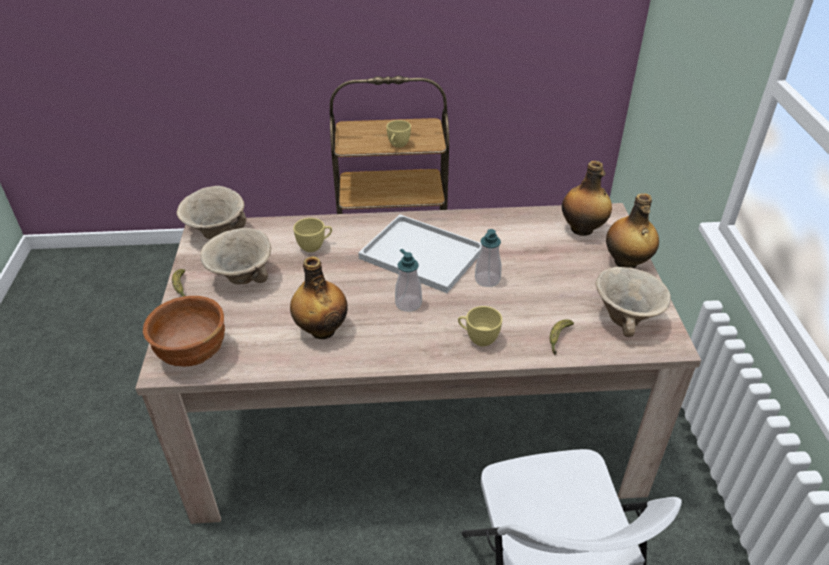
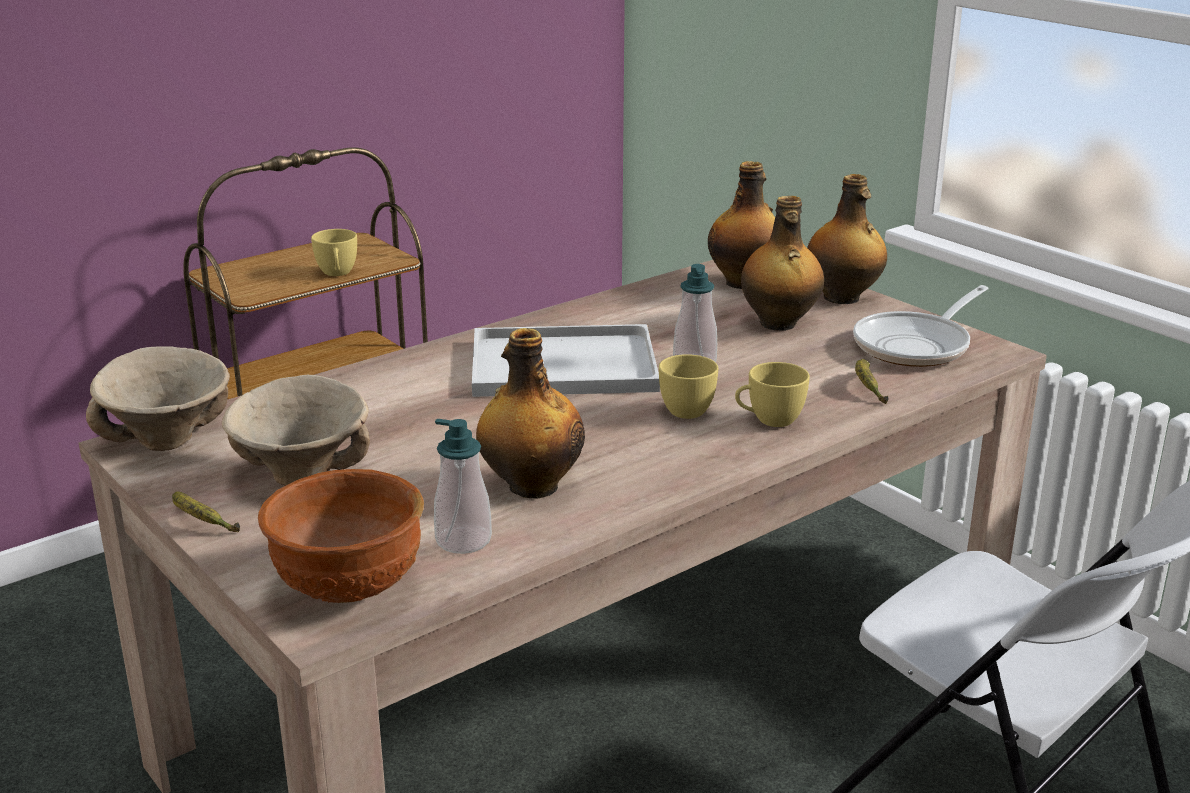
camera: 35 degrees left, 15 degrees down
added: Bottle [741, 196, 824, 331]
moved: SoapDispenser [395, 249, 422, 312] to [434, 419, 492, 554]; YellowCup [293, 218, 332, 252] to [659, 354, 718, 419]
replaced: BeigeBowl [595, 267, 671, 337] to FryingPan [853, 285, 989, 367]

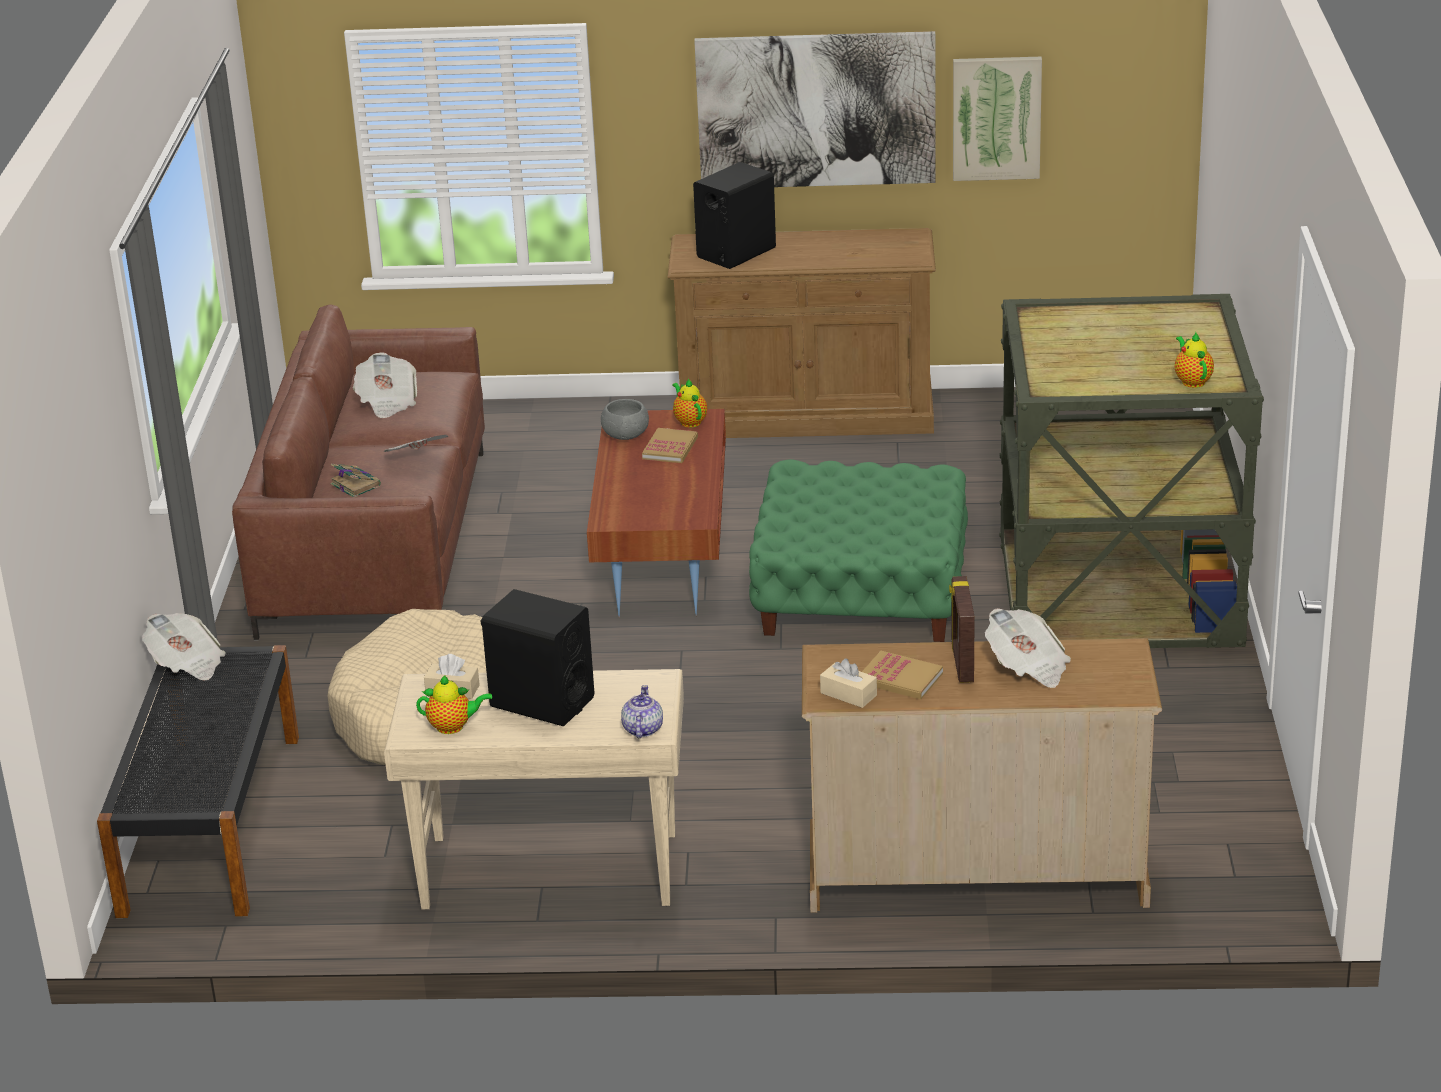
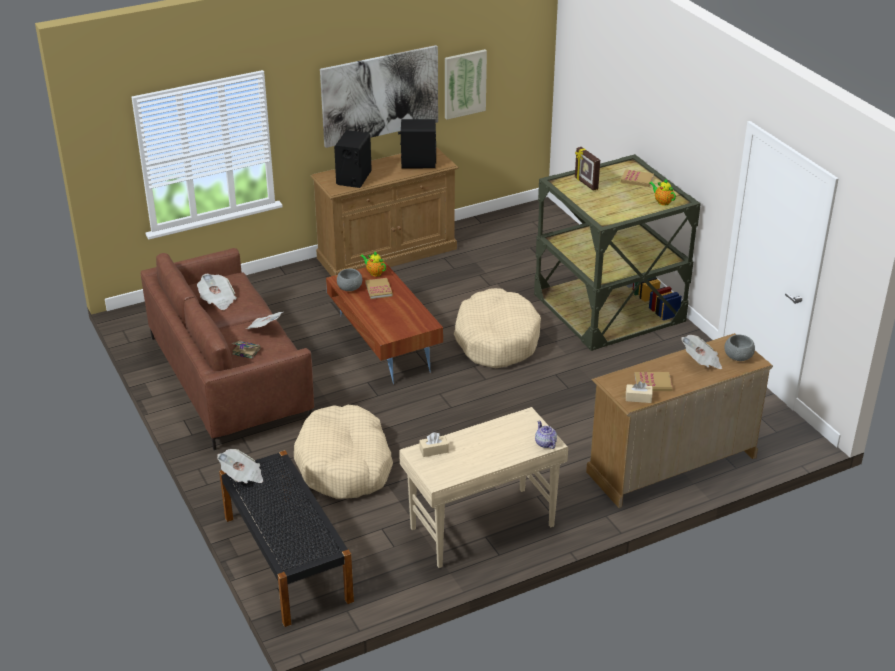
camera: 30 degrees left, 5 degrees up
removed: Teapot [416, 675, 492, 734]
added: Book [621, 169, 654, 187]; GreyBowl [724, 334, 755, 361]
moved: BlackSpeaker [480, 589, 594, 726] to [398, 119, 436, 168]; PictureFrame [949, 576, 975, 683] to [575, 147, 600, 191]
replaced: GreenOttoman [749, 459, 968, 642] to BeigeDogBed [454, 288, 541, 368]

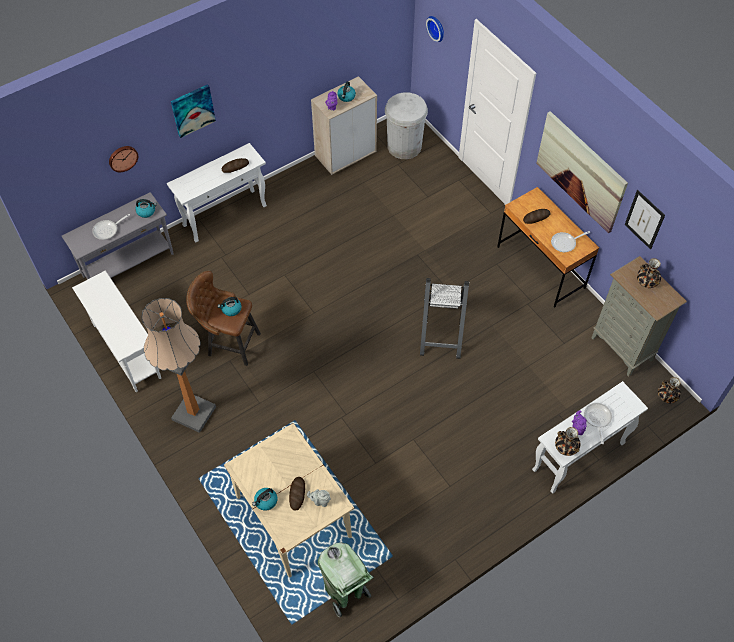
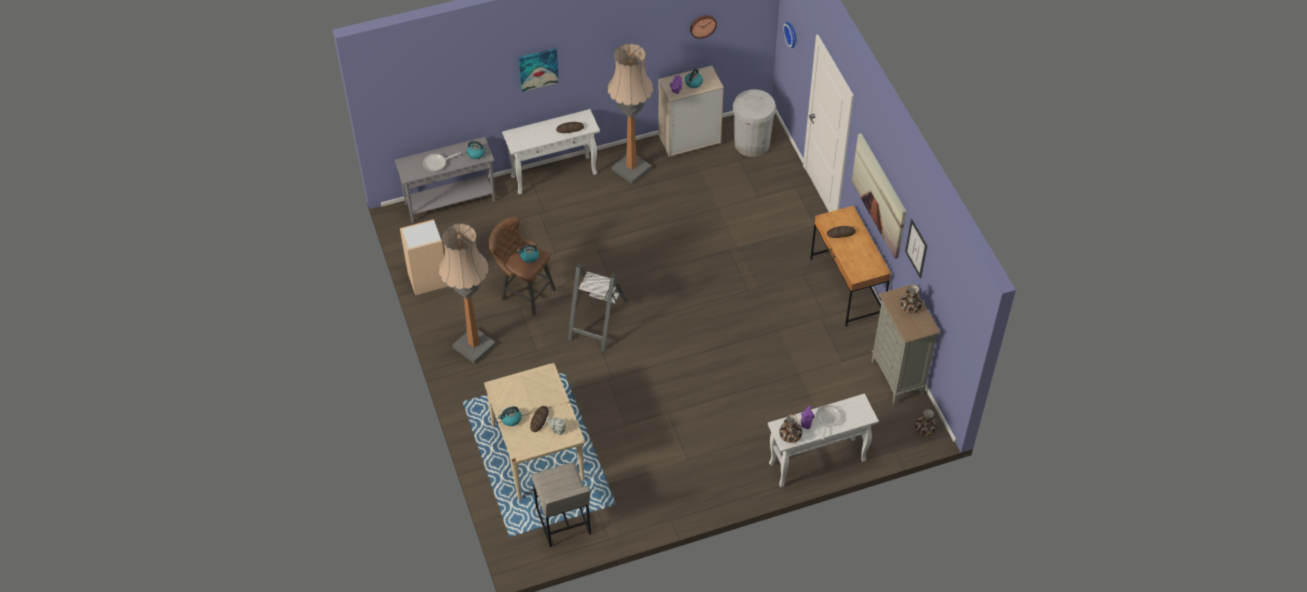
camera: 15 degrees right, 5 degrees down
removed: FryingPan [551, 231, 590, 252]
added: FloorLamp [608, 43, 654, 184]
moved: GreyStepLadder [420, 278, 469, 359] to [568, 263, 628, 351]; WallClock [109, 146, 138, 172] to [690, 15, 717, 39]
replaced: WhiteConsoleTable [72, 270, 161, 392] to Bookcase [400, 219, 448, 295]; GreenTrashCan [318, 542, 374, 617] to GreyChair [532, 463, 591, 547]

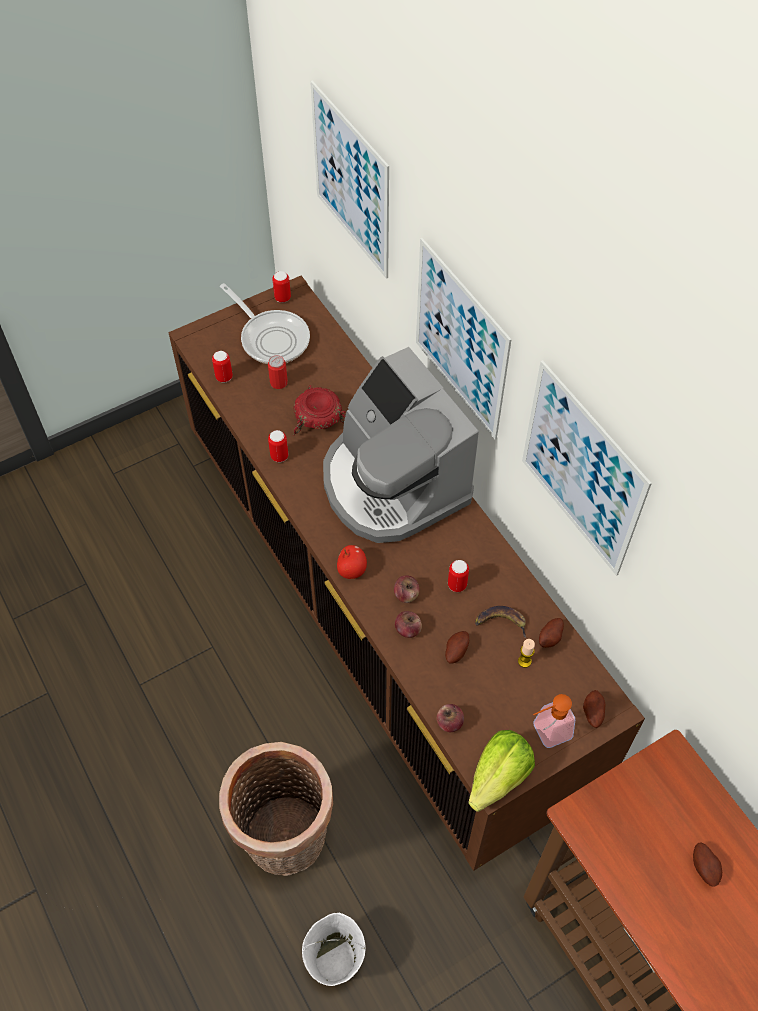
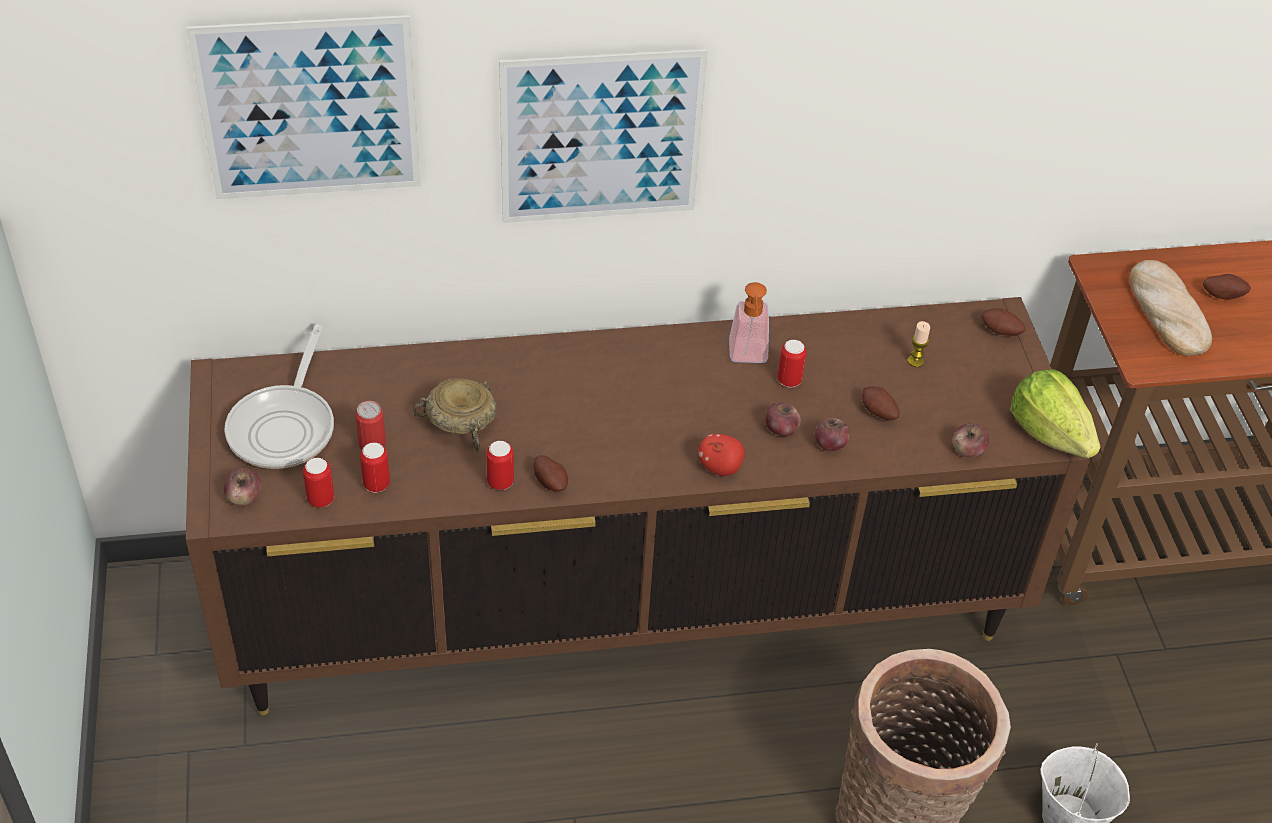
camera: 70 degrees left, 10 degrees down
removed: CoffeeMachine [323, 347, 479, 543]; Banana [475, 606, 526, 638]; Picture [522, 360, 652, 576]
added: Apple [224, 468, 261, 505]; Bread [1130, 260, 1212, 356]
moved: Can [272, 271, 291, 303] to [360, 442, 390, 493]; Potato [539, 618, 564, 648] to [534, 455, 568, 492]; SoapDispenser [533, 694, 575, 748] to [729, 282, 769, 363]
recoloured: RedBowl [293, 385, 346, 436] to BeigeBowl [413, 378, 497, 455]
turned: FryingPan [220, 283, 310, 364] = [225, 325, 334, 469] 120 degrees clockwise

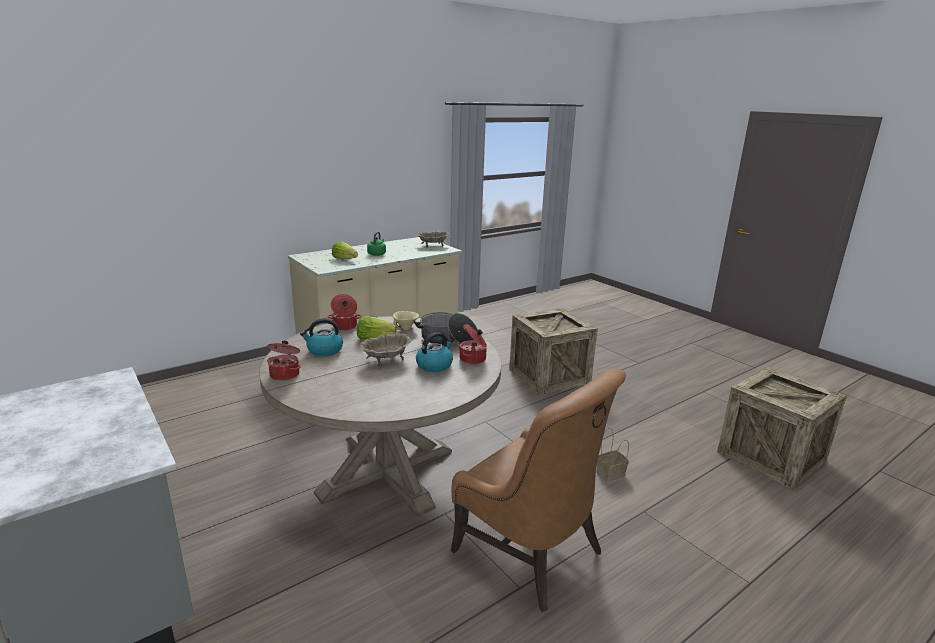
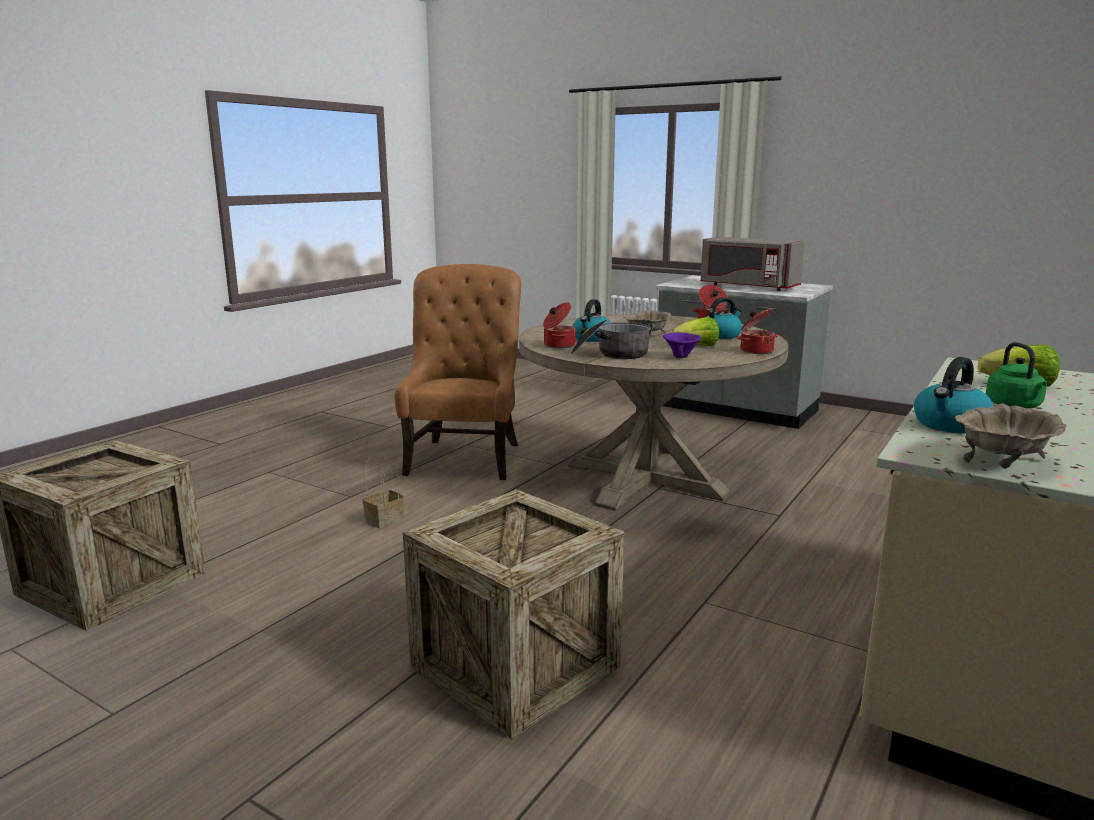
camera: 160 degrees right, 5 degrees down
added: GreyMicrowave [700, 237, 805, 291]; Kettle [914, 357, 994, 434]
recoloured: BeigeBowl [393, 311, 419, 331] to PurpleBowl [663, 332, 701, 358]
turned: BrownChair [451, 368, 626, 612] = [394, 264, 521, 480] 75 degrees clockwise

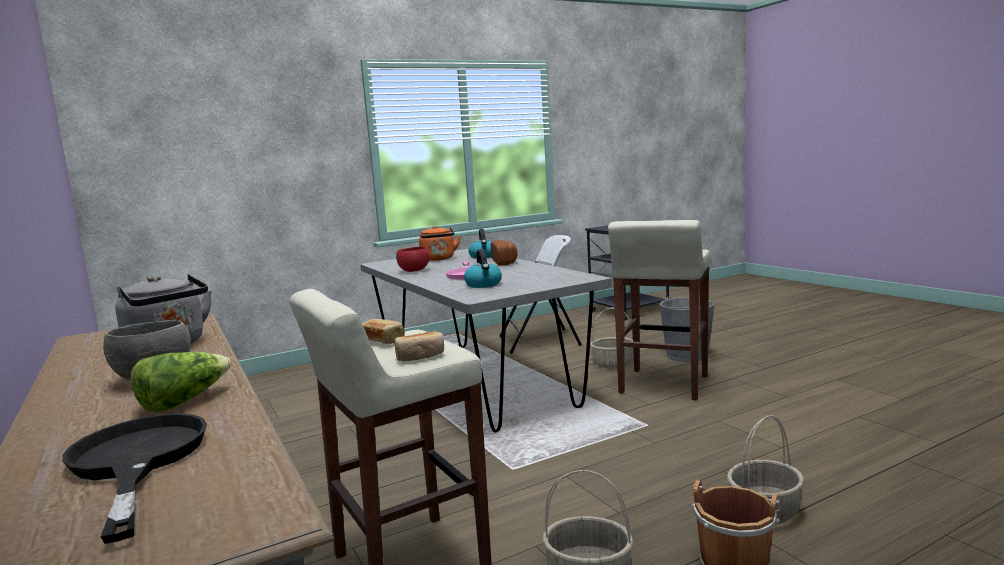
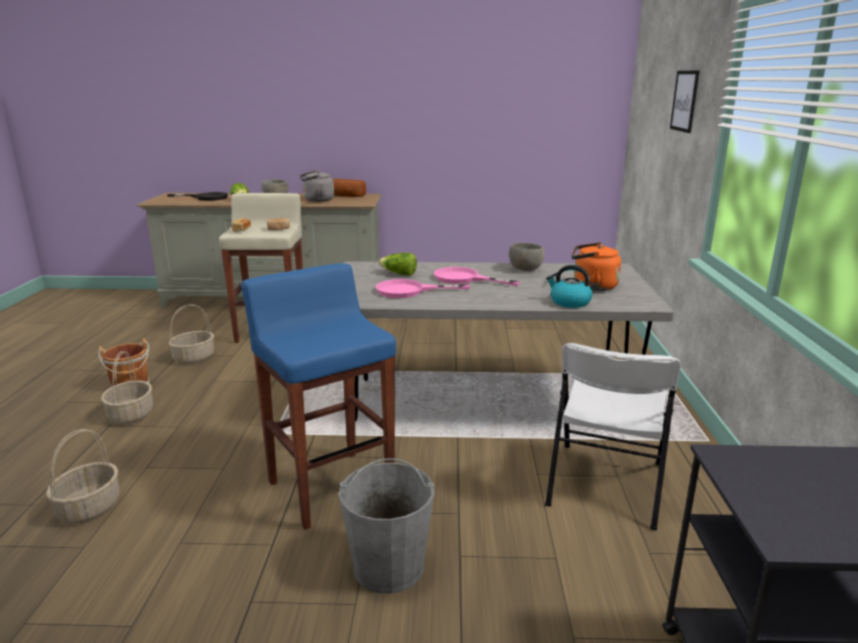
camera: 120 degrees right, 10 degrees up
added: PinkFryingPan [376, 279, 470, 298]; Picture [670, 70, 700, 133]
moved: Basket [590, 307, 634, 368] to [46, 429, 120, 524]; Bread [491, 240, 518, 266] to [333, 179, 366, 197]
replaced: Kettle [464, 249, 502, 288] to Lettuce [378, 253, 417, 276]
recoloured: BeigeStool [608, 220, 711, 400] to BlueStool [241, 263, 396, 530]; RedBowl [396, 247, 430, 272] to GreyBowl [509, 243, 545, 271]

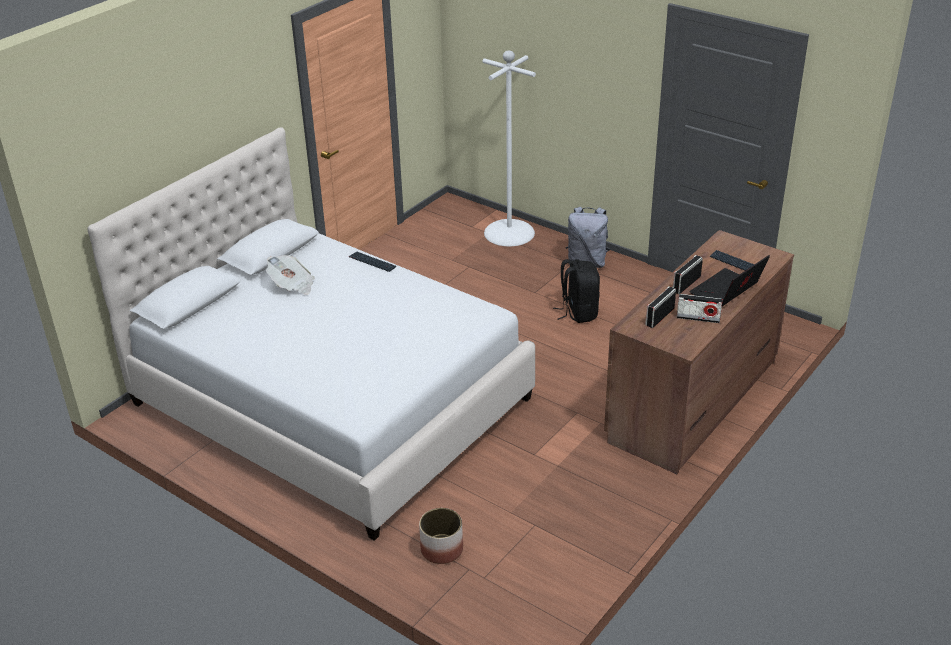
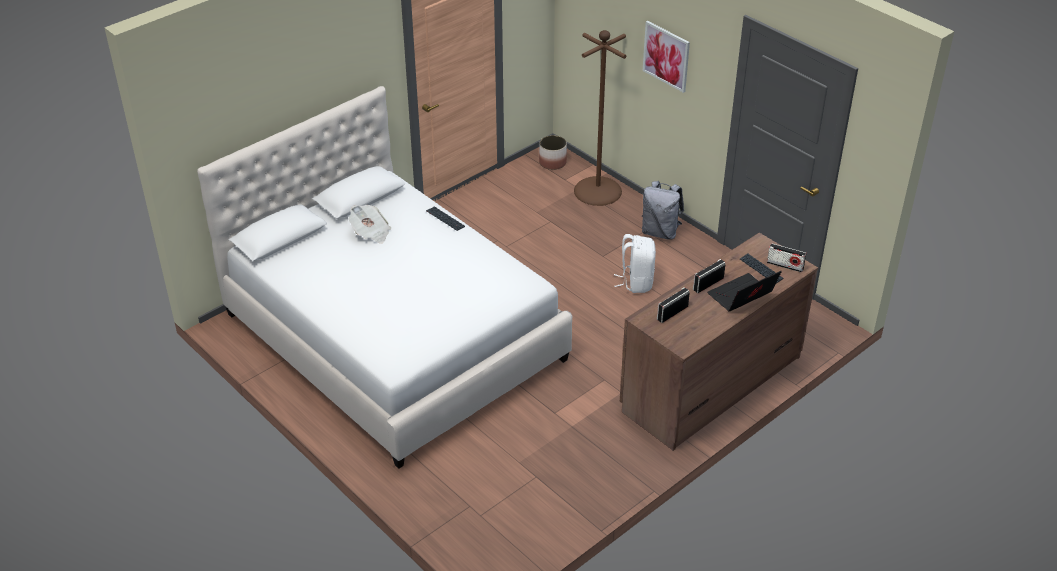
camera: 10 degrees right, 5 degrees up
added: Picture [643, 21, 690, 93]
moved: Planter [419, 508, 463, 564] to [539, 135, 567, 170]; Radio [677, 294, 723, 323] to [767, 243, 806, 273]
recoloured: WhiteClothesRack [483, 51, 536, 247] to BrownClothesRack [574, 30, 626, 206]; BlackBackpack [553, 259, 600, 323] to WhiteBackpack [614, 234, 656, 293]

